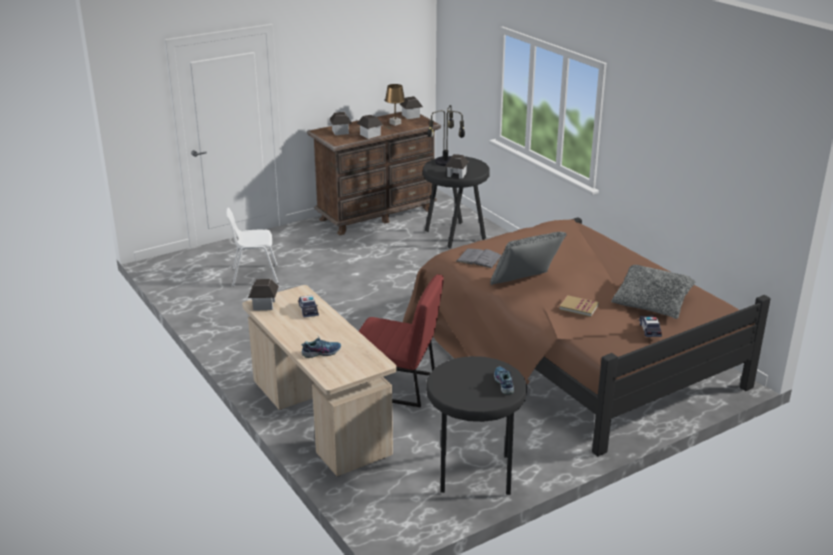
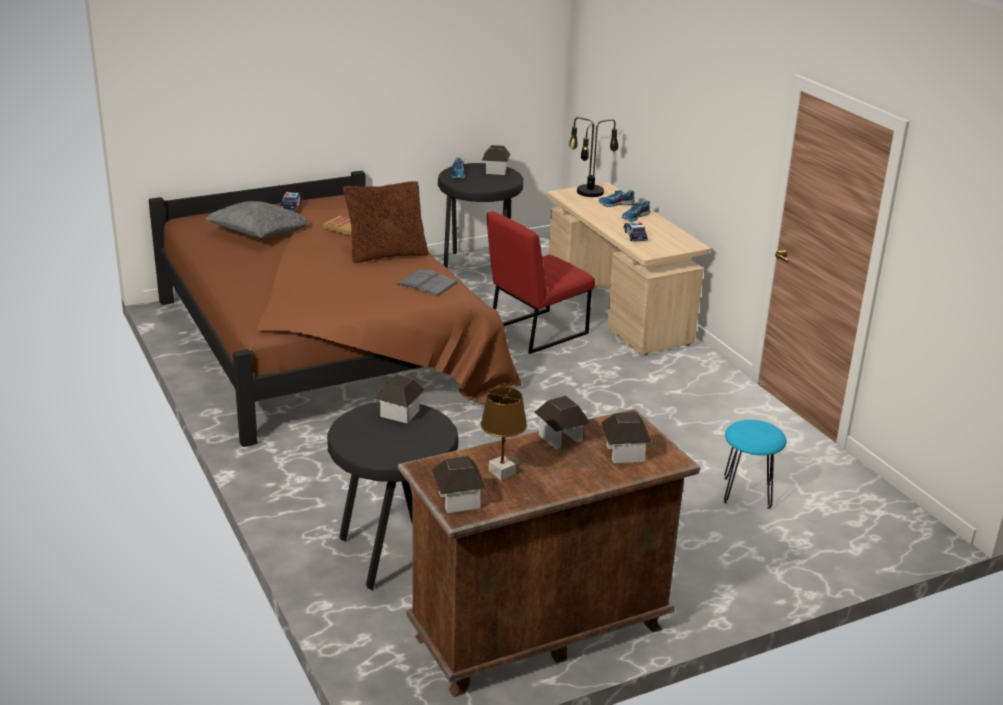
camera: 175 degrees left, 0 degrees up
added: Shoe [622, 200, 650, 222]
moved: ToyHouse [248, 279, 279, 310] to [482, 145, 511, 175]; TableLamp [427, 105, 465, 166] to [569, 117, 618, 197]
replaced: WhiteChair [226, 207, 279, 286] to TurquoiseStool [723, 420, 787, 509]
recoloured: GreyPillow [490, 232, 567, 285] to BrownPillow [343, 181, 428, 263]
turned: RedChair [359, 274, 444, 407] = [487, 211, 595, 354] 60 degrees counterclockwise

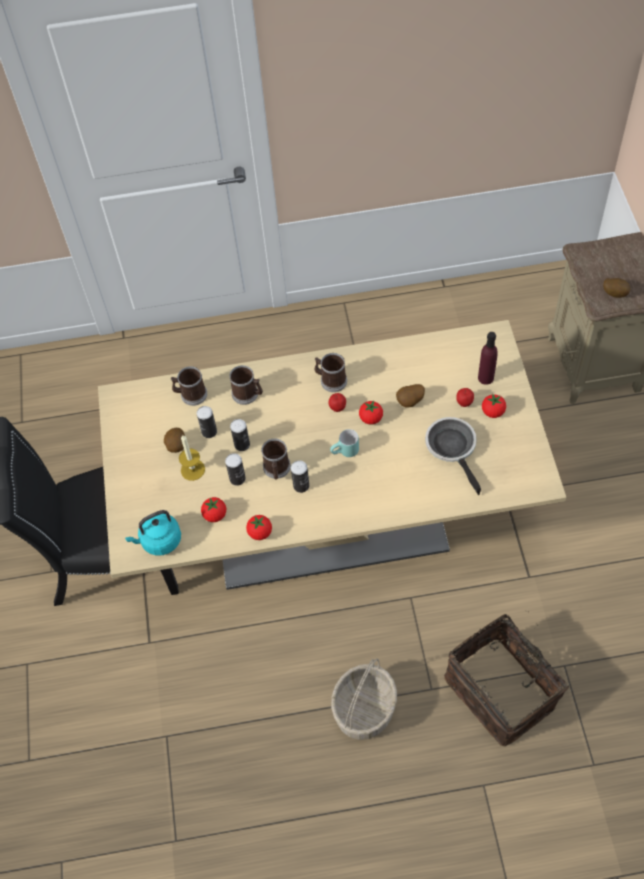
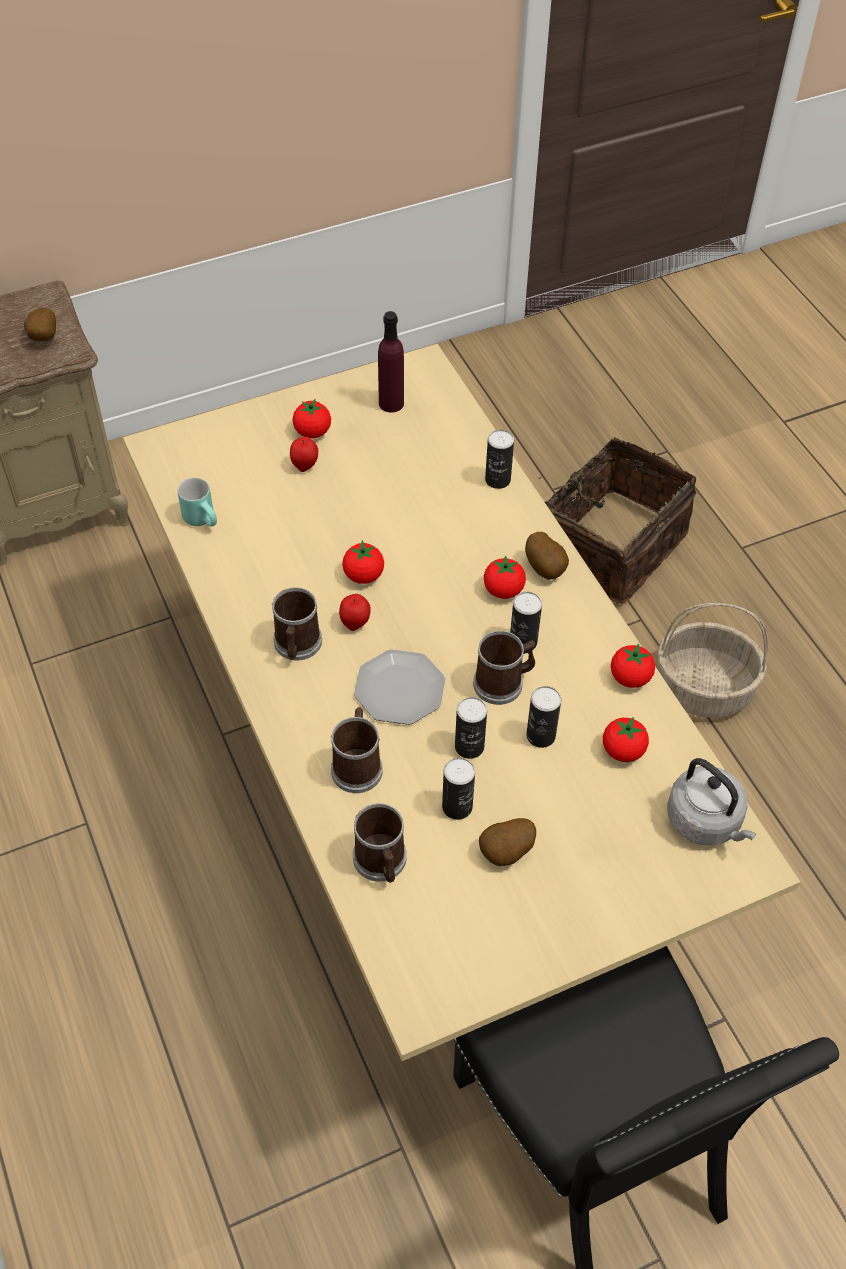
camera: 110 degrees left, 5 degrees down
removed: Candle [179, 435, 205, 481]; FryingPan [425, 417, 481, 495]
added: Plate [354, 649, 445, 725]; Tomato [484, 556, 526, 599]; Can [485, 429, 514, 489]
moved: TurquoiseMug [330, 429, 359, 457] to [178, 478, 217, 527]; PurpleBottle [478, 332, 498, 385] to [378, 311, 404, 413]; Potato [396, 384, 425, 408] to [525, 532, 569, 580]
recoloured: TurquoiseKettle [125, 510, 181, 556] to GreyKettle [667, 758, 757, 845]

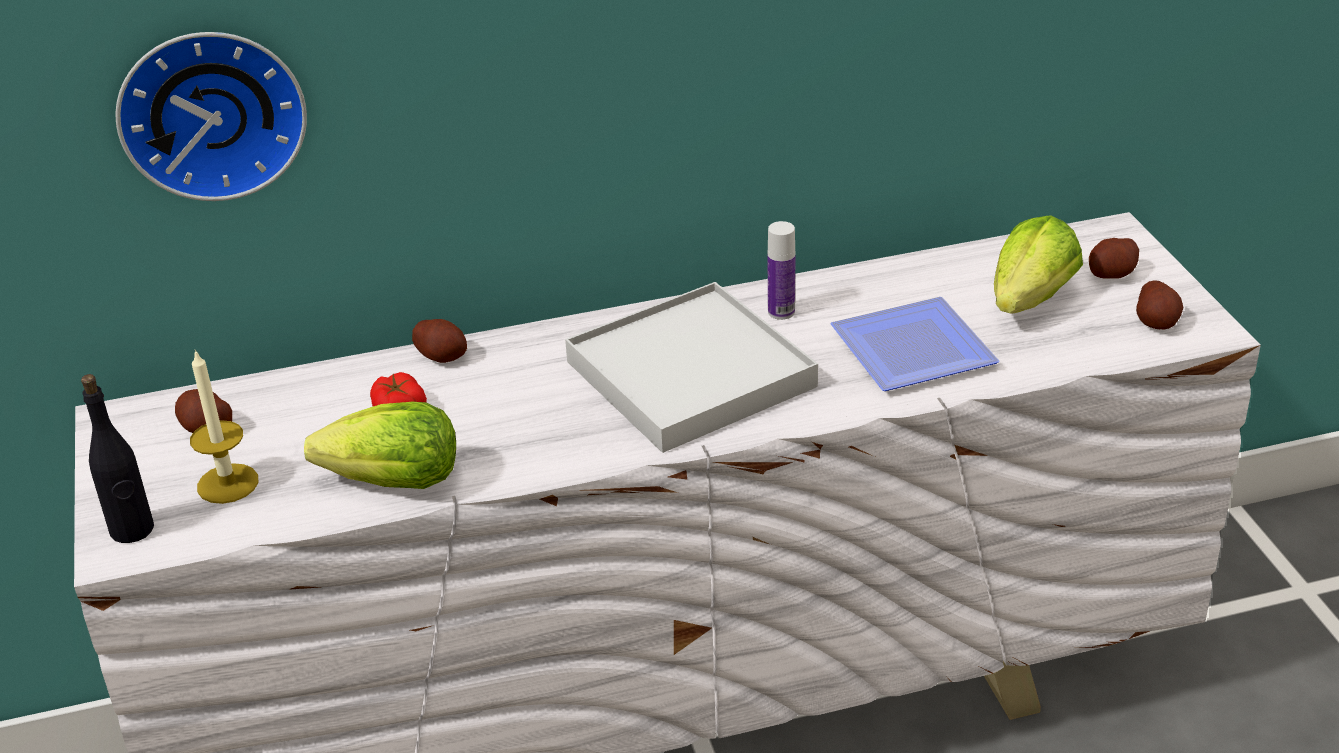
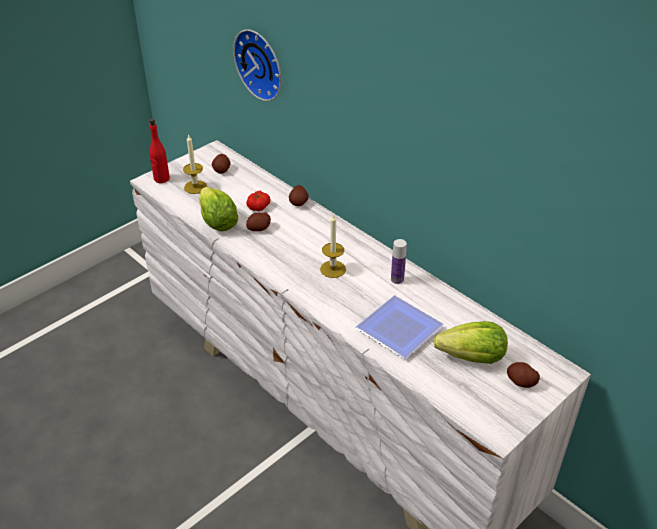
camera: 60 degrees right, 5 degrees up
moved: Potato [1136, 280, 1183, 329] to [246, 213, 271, 231]
replaced: WhiteTray [565, 282, 818, 453] to Candle [320, 213, 346, 278]
recoloured: BlackBottle [81, 374, 154, 543] to RedBottle [149, 119, 170, 183]

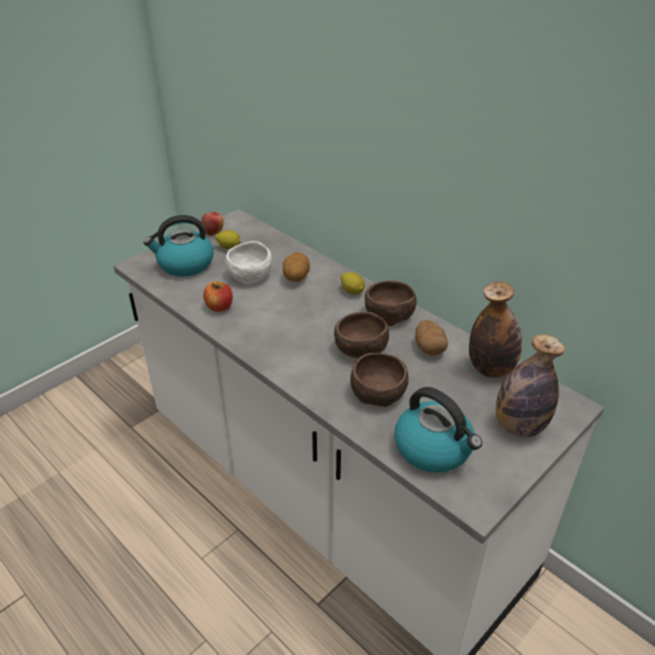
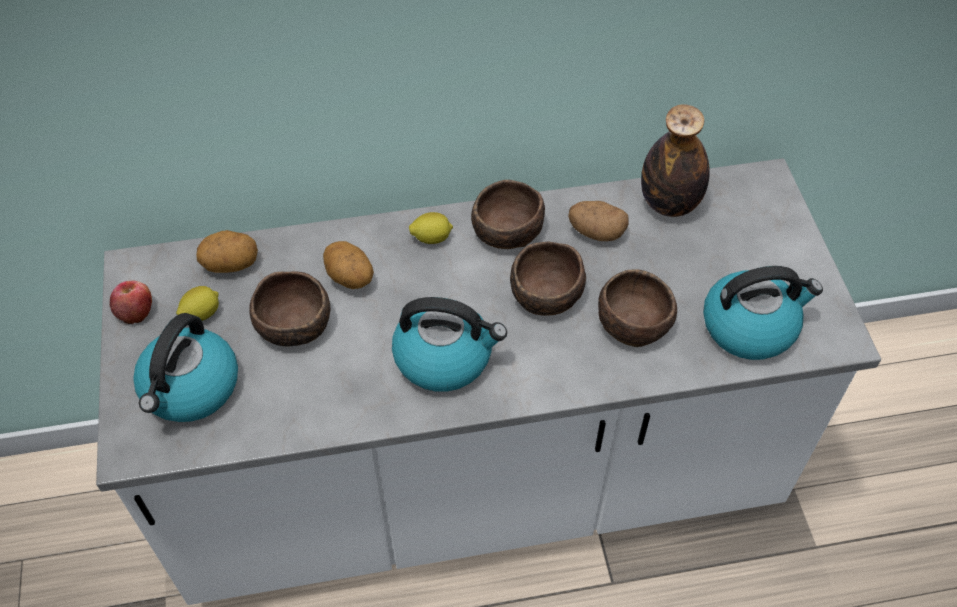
camera: 55 degrees left, 15 degrees up
removed: Apple [203, 281, 233, 312]; Bottle [496, 334, 565, 437]
added: Potato [196, 230, 258, 273]; Kettle [392, 297, 507, 392]
recoloured: WhiteBowl [225, 241, 272, 284] to BrownBowl [249, 271, 330, 346]

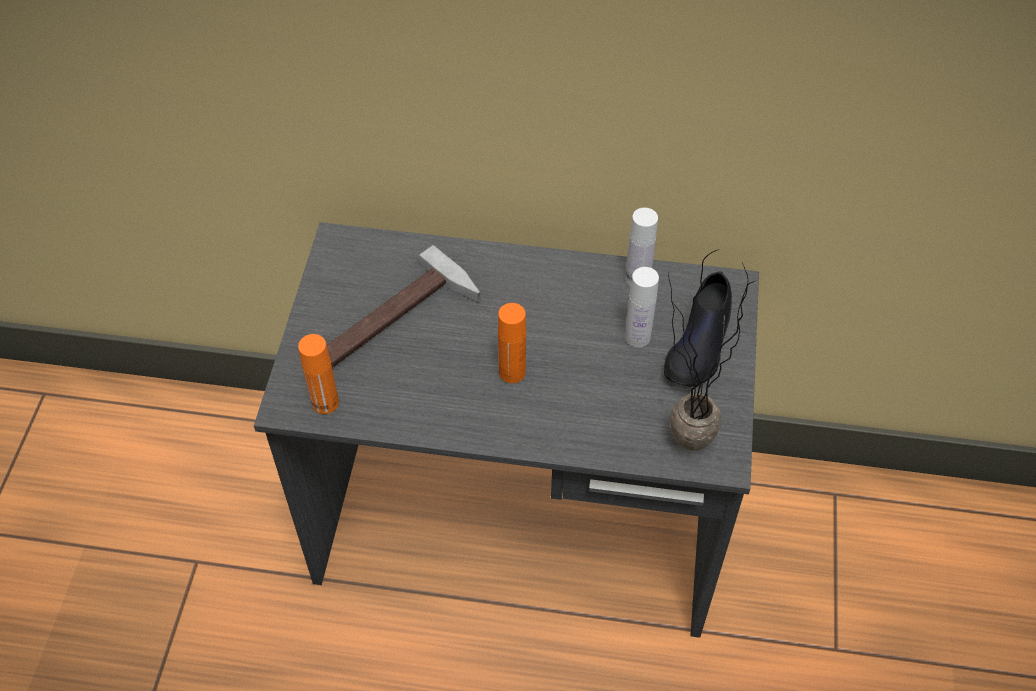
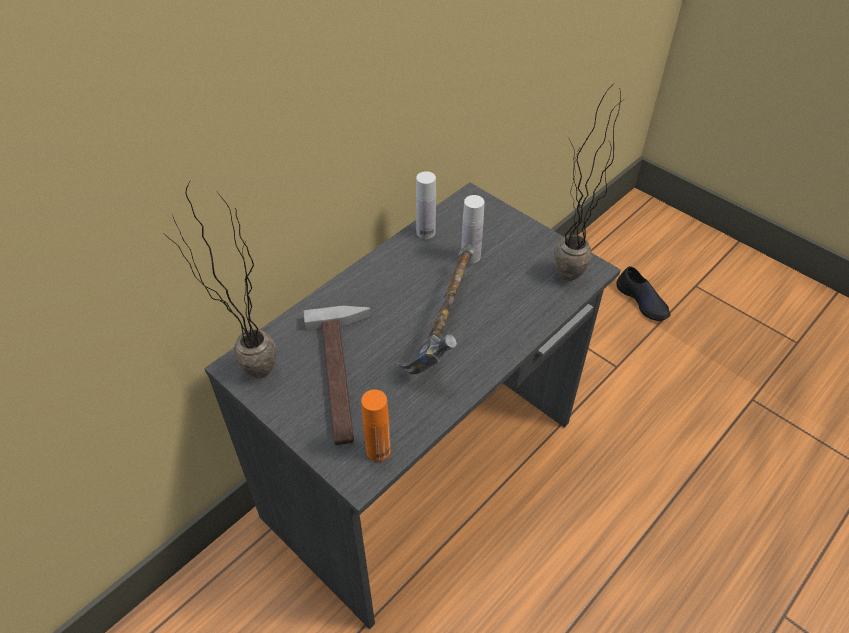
camera: 55 degrees left, 5 degrees down
added: PottedPlant [164, 180, 276, 378]
moved: BlackShoe [664, 271, 732, 387] to [616, 266, 671, 321]
replaced: OrangeBottle [498, 303, 526, 383] to Hammer [396, 244, 475, 374]

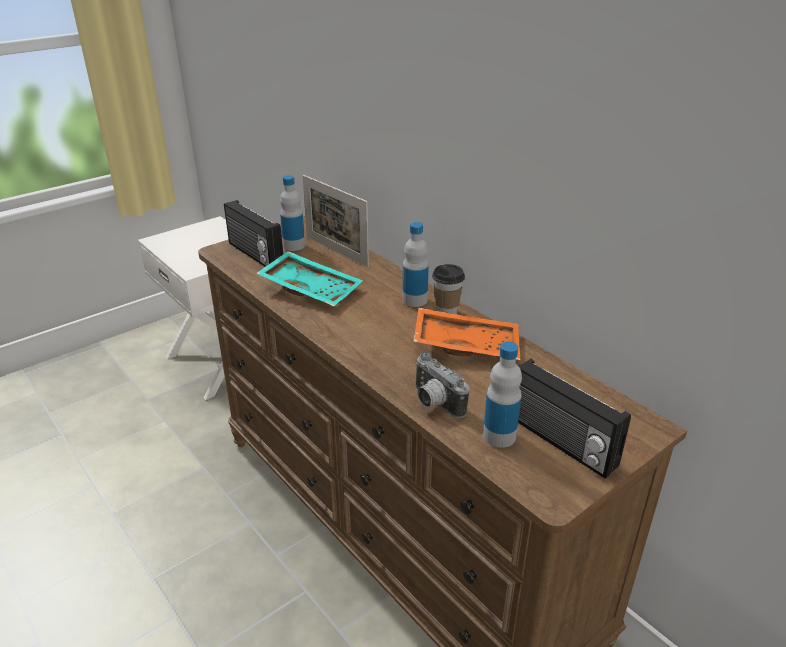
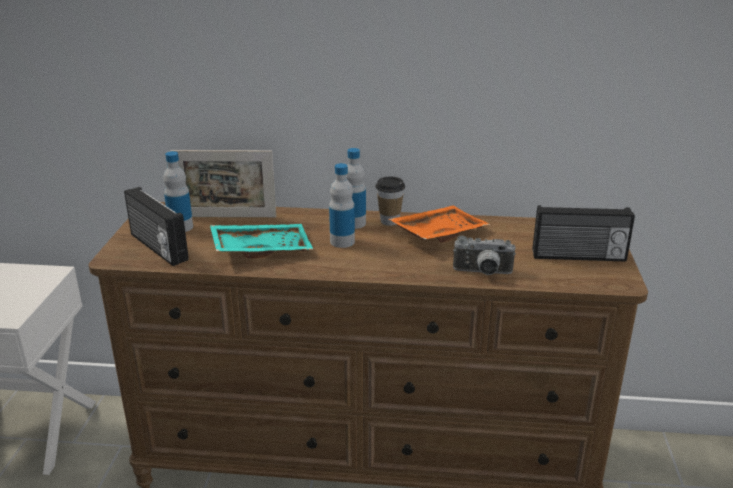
camera: 45 degrees left, 5 degrees down
moved: Bottle [483, 341, 522, 448] to [329, 163, 355, 248]
turned: Radio [224, 200, 283, 267] = [124, 187, 189, 266] 45 degrees clockwise

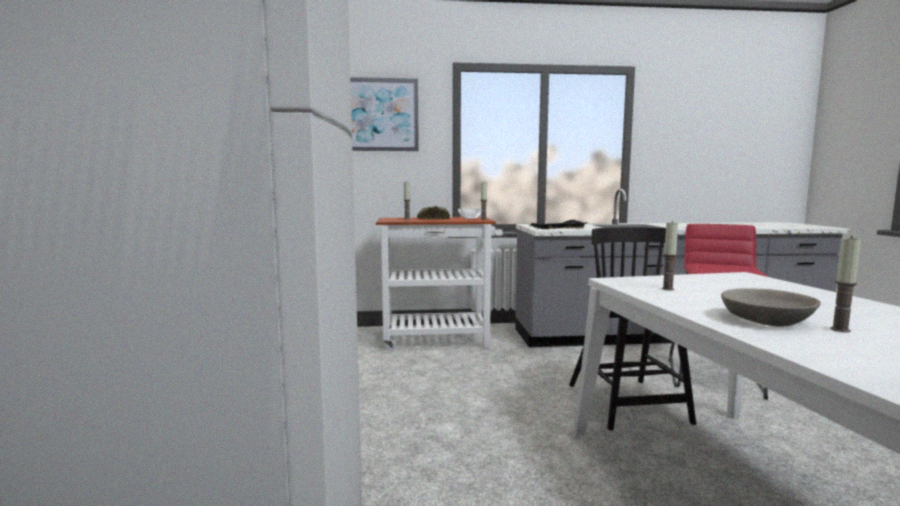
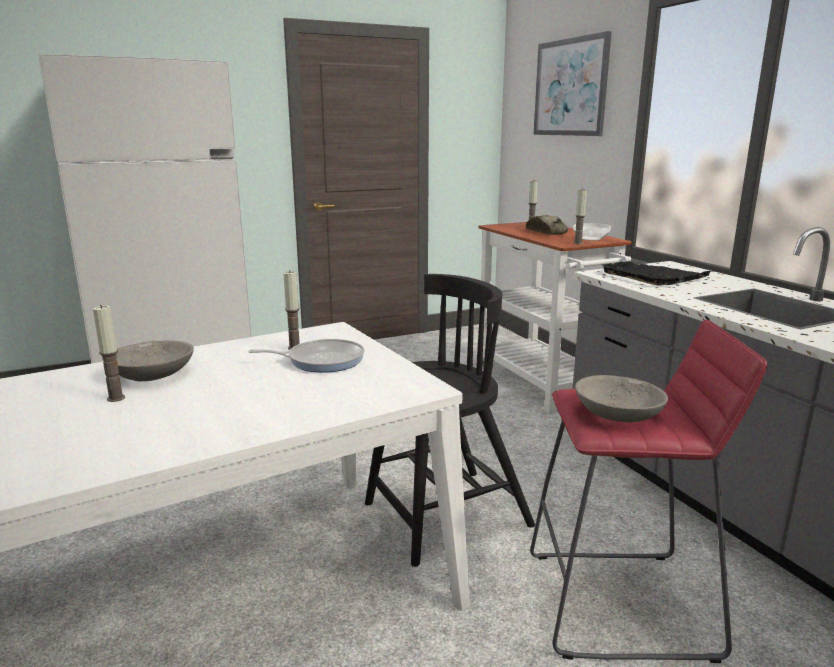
camera: 70 degrees right, 10 degrees up
added: FryingPan [248, 339, 365, 373]; GreyBowl [575, 375, 668, 422]

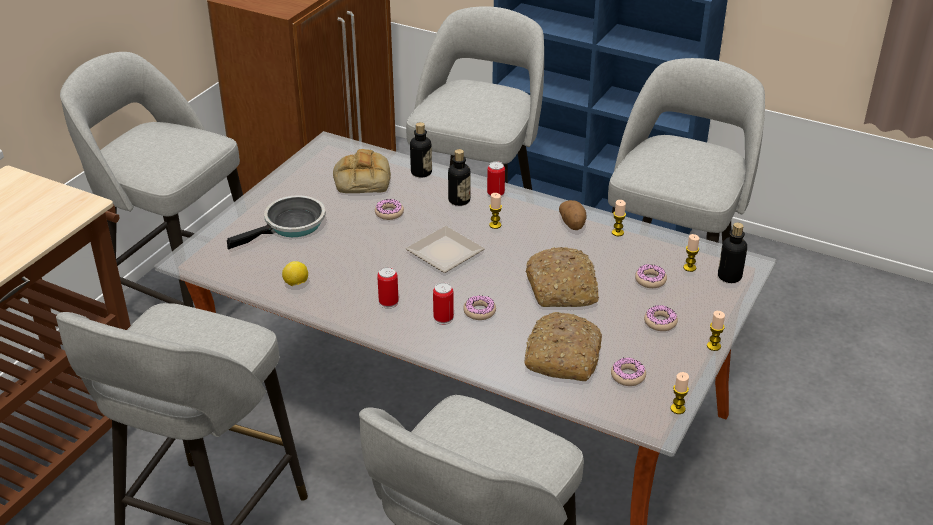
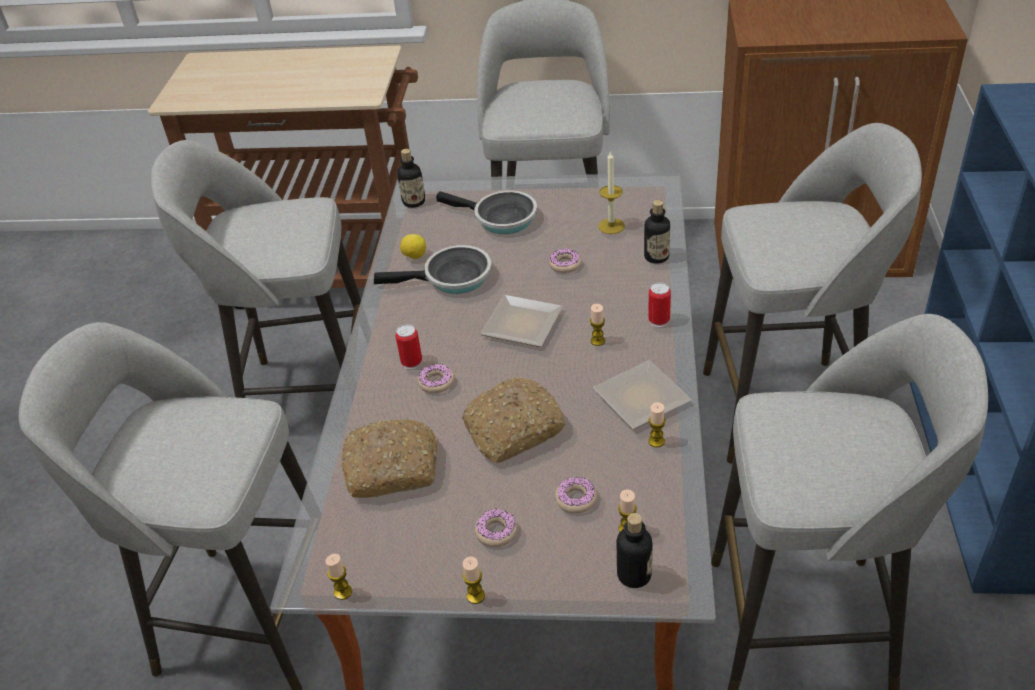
camera: 70 degrees right, 5 degrees up
removed: Can [377, 267, 399, 309]; Donut [611, 358, 646, 386]
added: FryingPan [374, 245, 492, 294]
moved: Bottle [448, 149, 470, 206] to [397, 149, 425, 208]
replaced: Potato [559, 200, 587, 230] to Plate [593, 360, 691, 429]; Bread [333, 149, 391, 193] to Candle [598, 151, 625, 234]

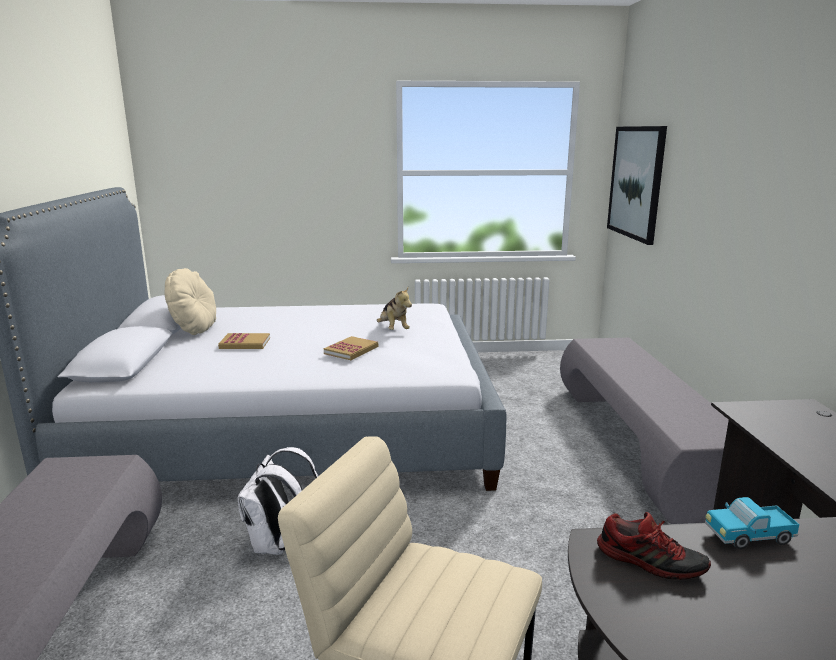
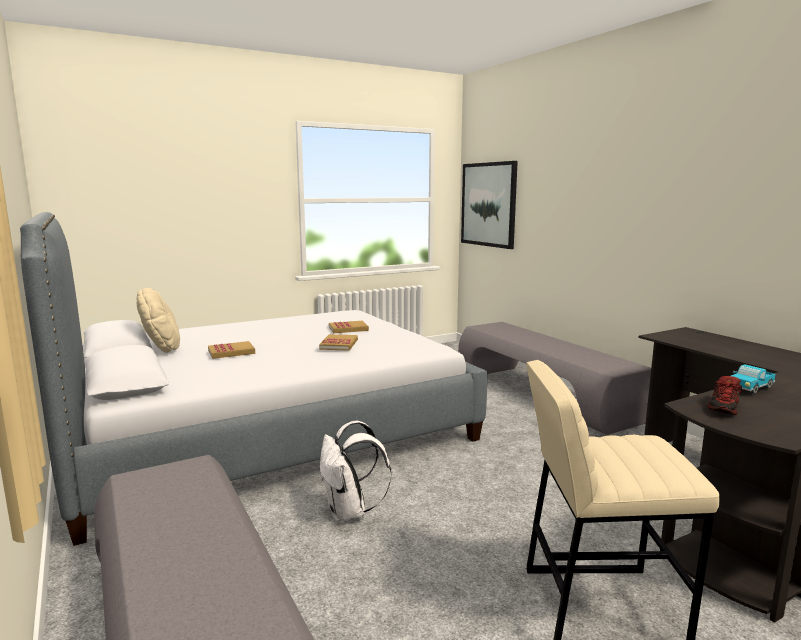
camera: 25 degrees left, 5 degrees down
replaced: PlushToy [377, 288, 412, 330] to Book [329, 321, 369, 333]
turned: Shoe [597, 512, 711, 580] = [707, 376, 742, 415] 120 degrees clockwise

